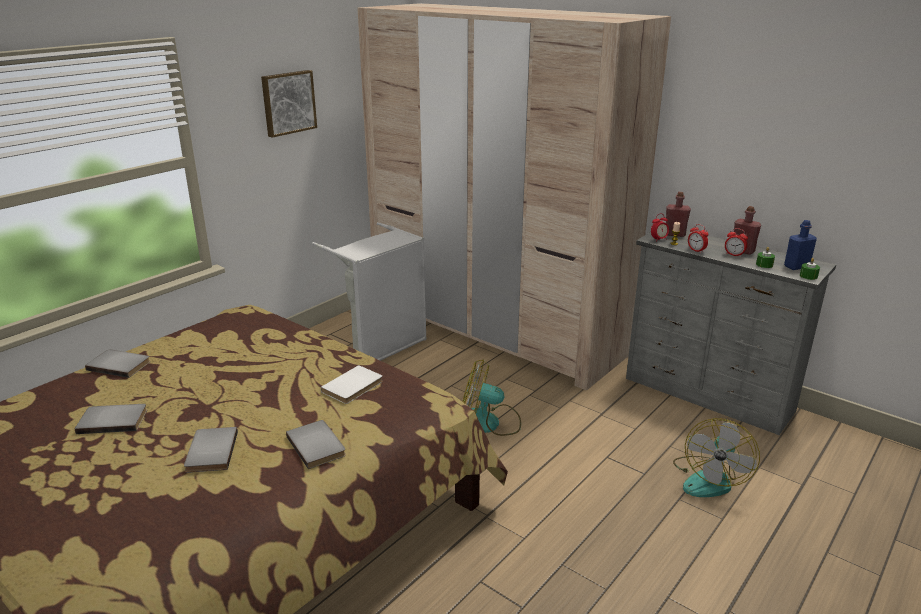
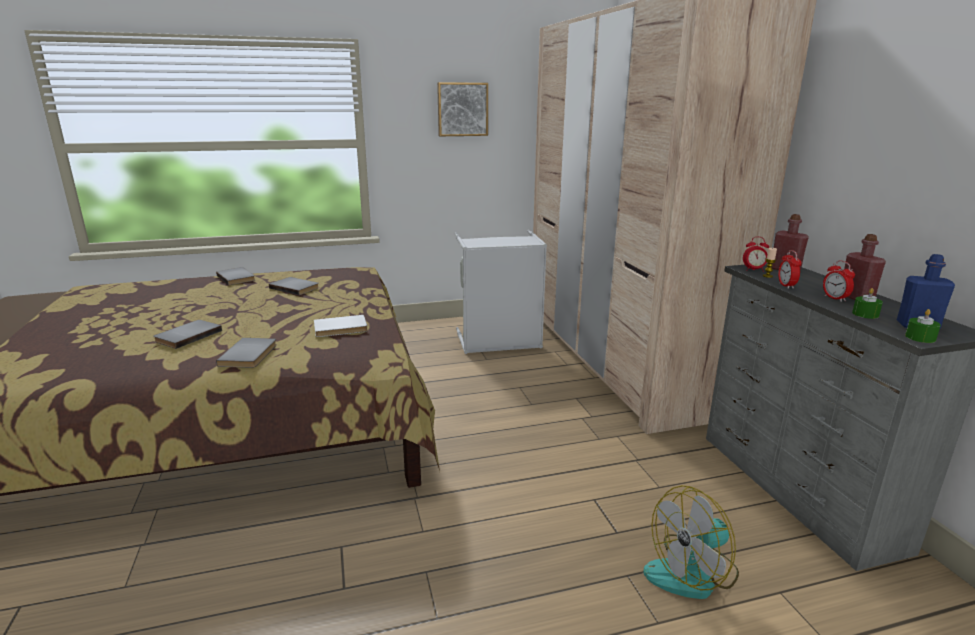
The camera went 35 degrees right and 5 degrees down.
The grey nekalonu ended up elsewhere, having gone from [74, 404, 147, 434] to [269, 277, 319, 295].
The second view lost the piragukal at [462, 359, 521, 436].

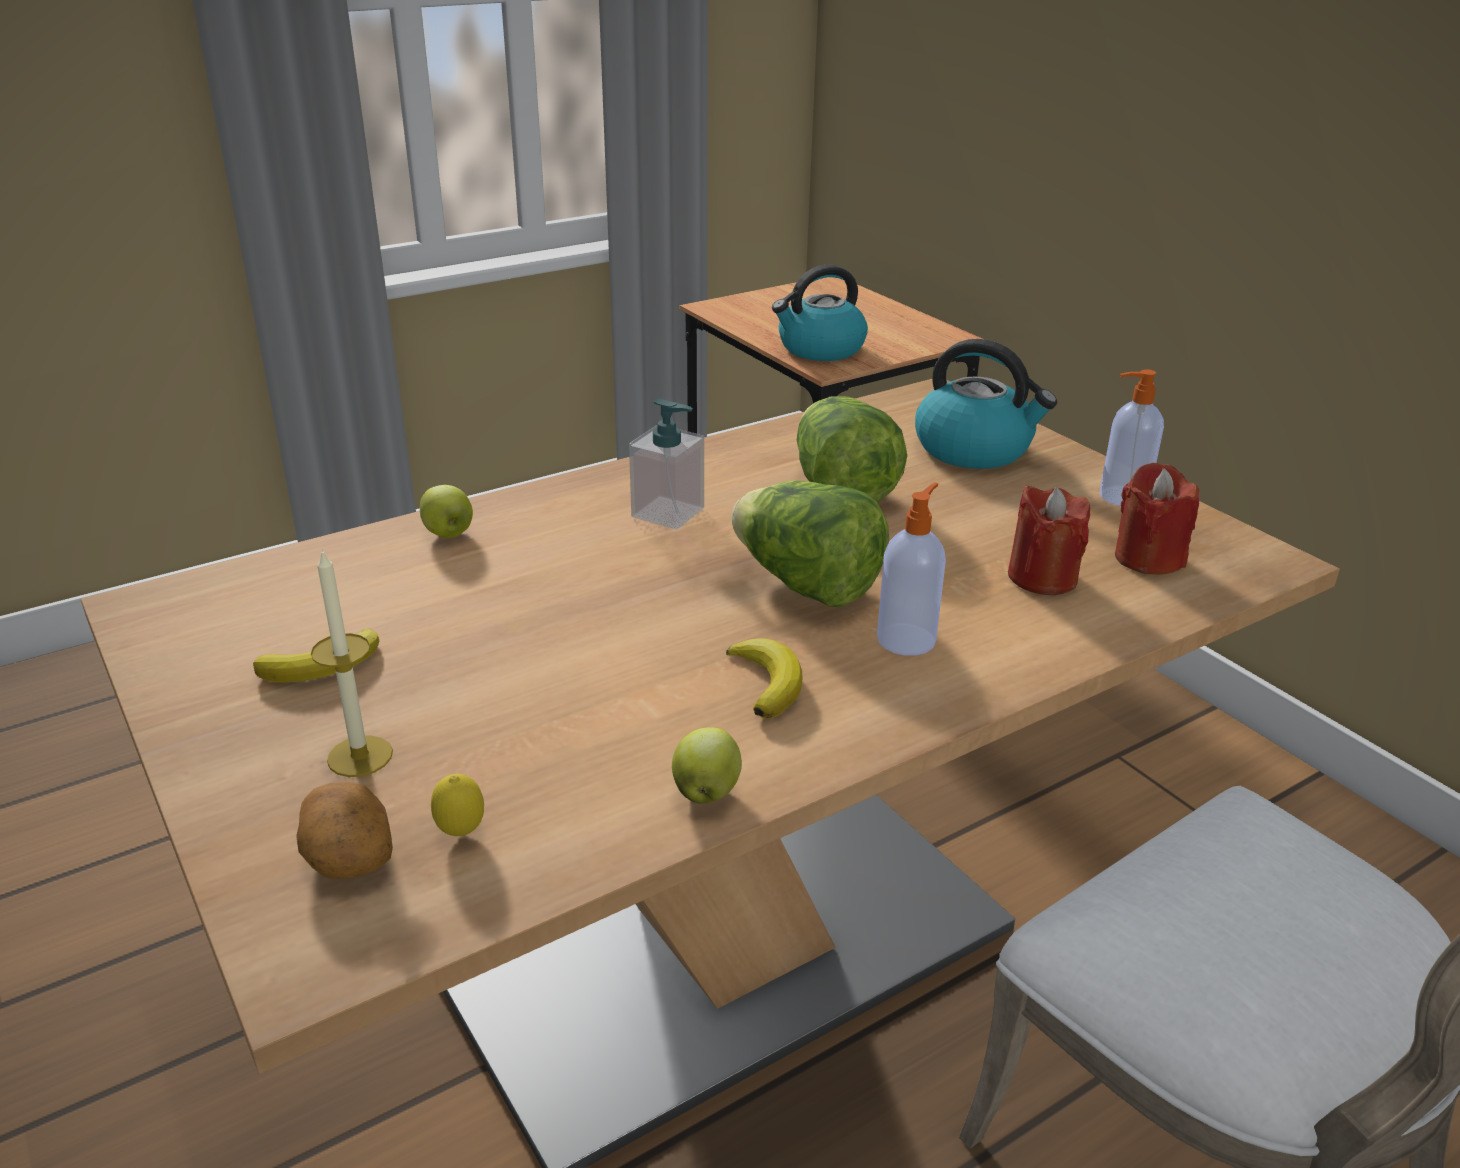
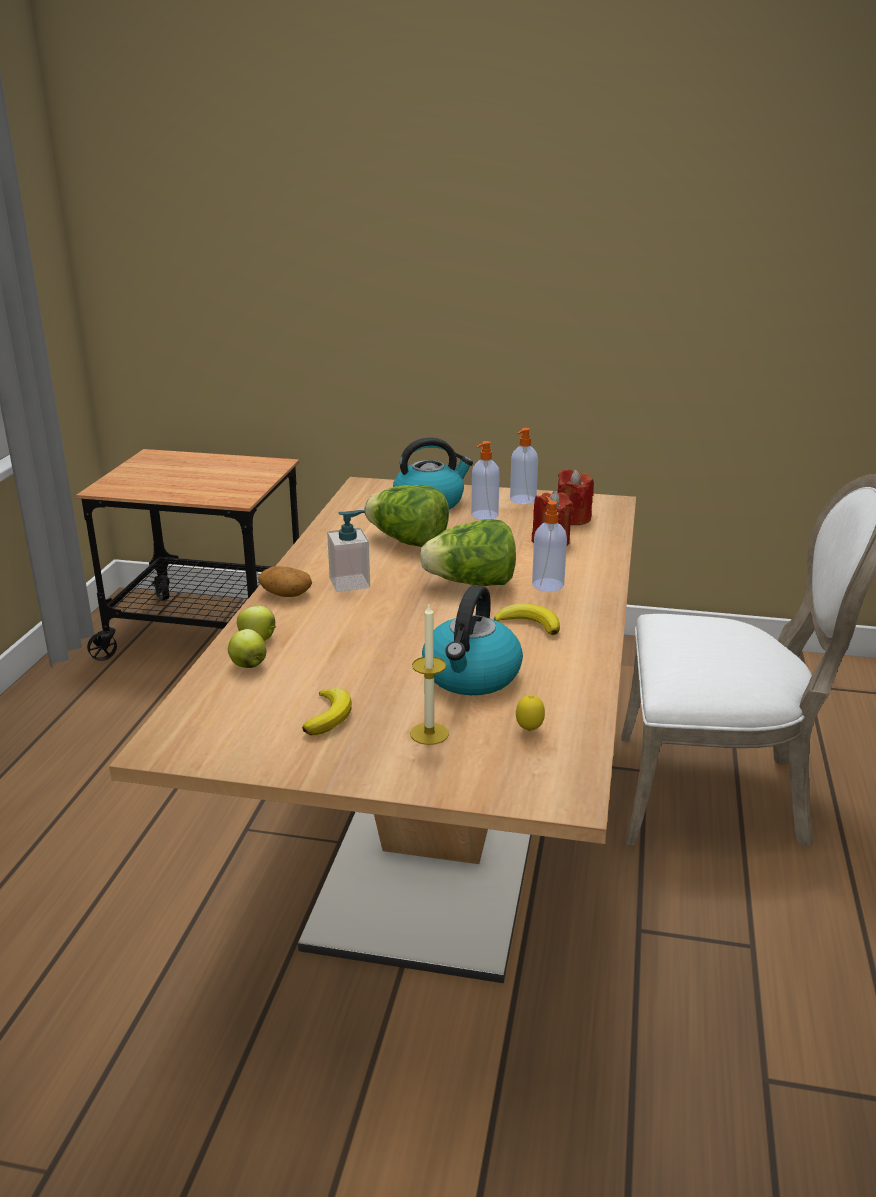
The camera went 45 degrees left and 5 degrees down.
The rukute ended up elsewhere, having gone from [672, 727, 742, 804] to [228, 629, 266, 668].
The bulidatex ended up elsewhere, having gone from [296, 782, 393, 879] to [258, 566, 312, 597].
The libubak ended up elsewhere, having gone from [772, 265, 868, 361] to [422, 585, 523, 695].
The second view gained the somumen at [471, 441, 500, 520].

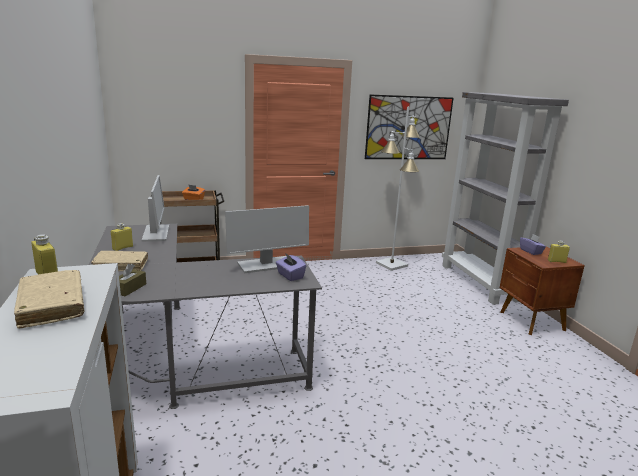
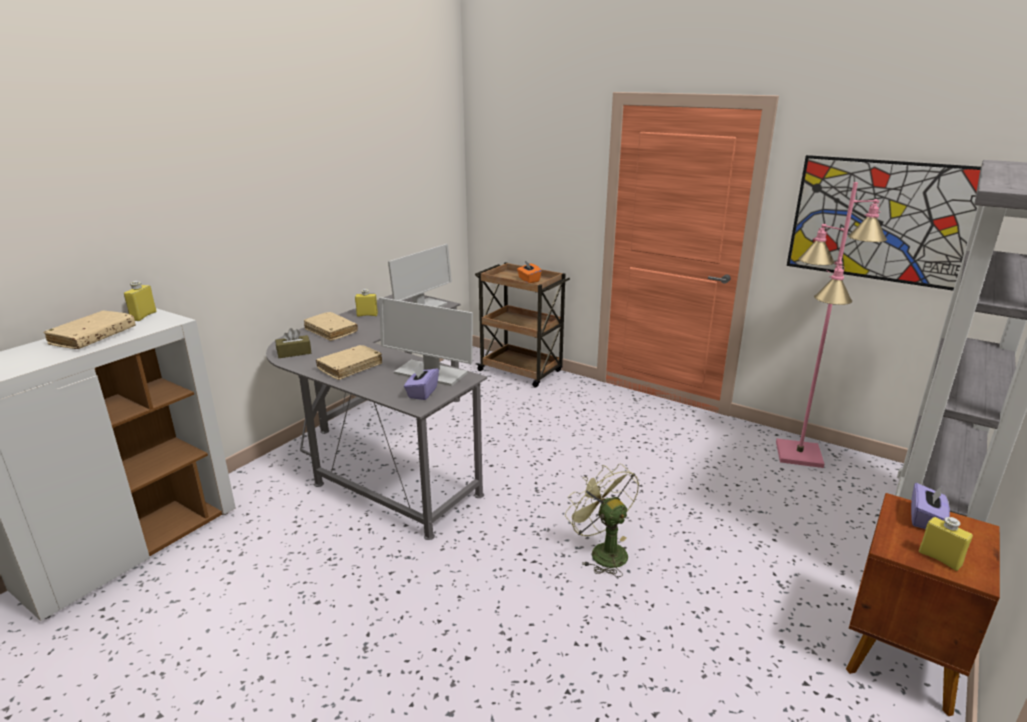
The camera went 50 degrees right and 5 degrees up.
The second view gained the beige nekalonu at [316, 345, 382, 380].
The second view gained the green piragukal at [565, 463, 639, 577].
What was the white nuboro at [376, 107, 420, 271] turned into the pink nuboro at [776, 182, 887, 468].

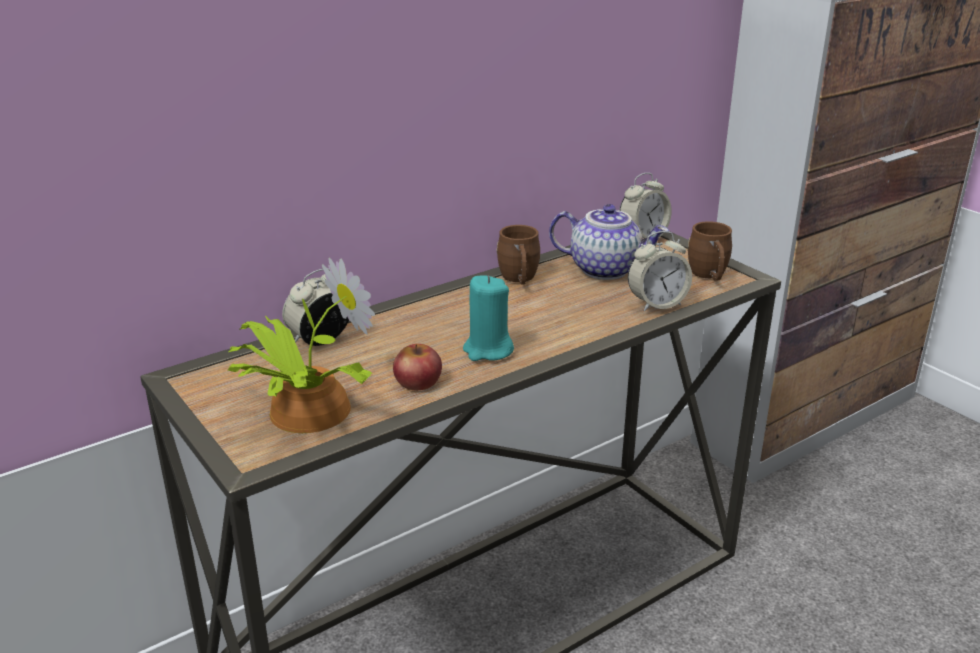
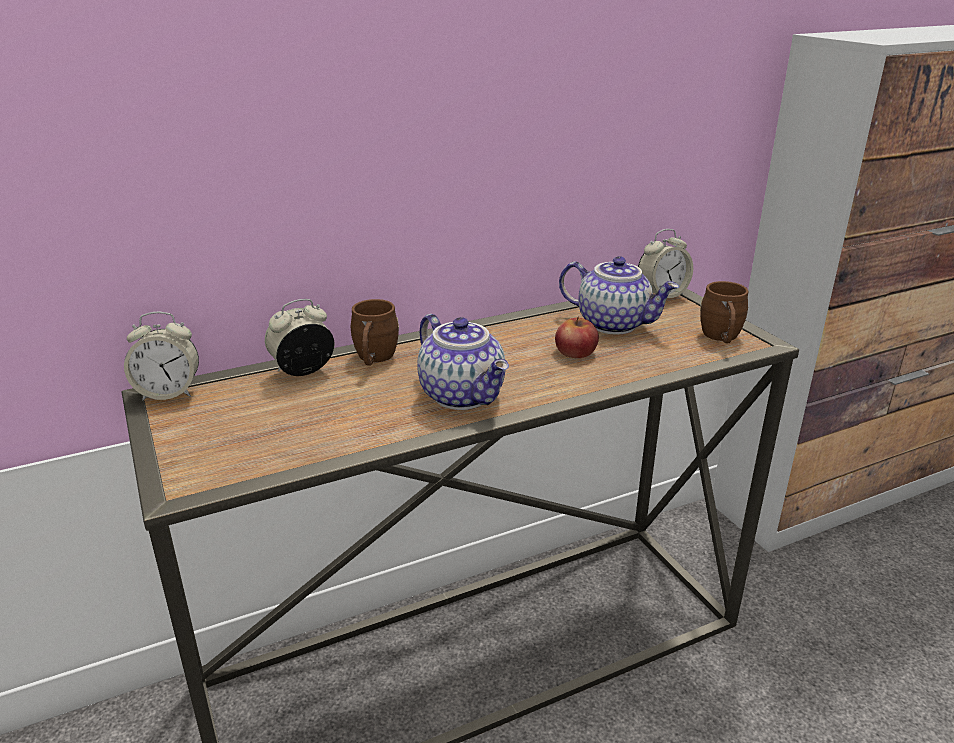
The camera went 10 degrees right and 0 degrees up.
The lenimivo ended up elsewhere, having gone from [628, 231, 692, 312] to [124, 312, 199, 401].
The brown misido ended up elsewhere, having gone from [497, 225, 540, 284] to [350, 299, 399, 366].
Where the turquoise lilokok stood at [463, 275, 514, 361], the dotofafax came to stand at [417, 314, 509, 410].
The rukute ended up elsewhere, having gone from [393, 344, 442, 390] to [555, 317, 599, 358].
The second view lost the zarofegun at [228, 258, 375, 433].

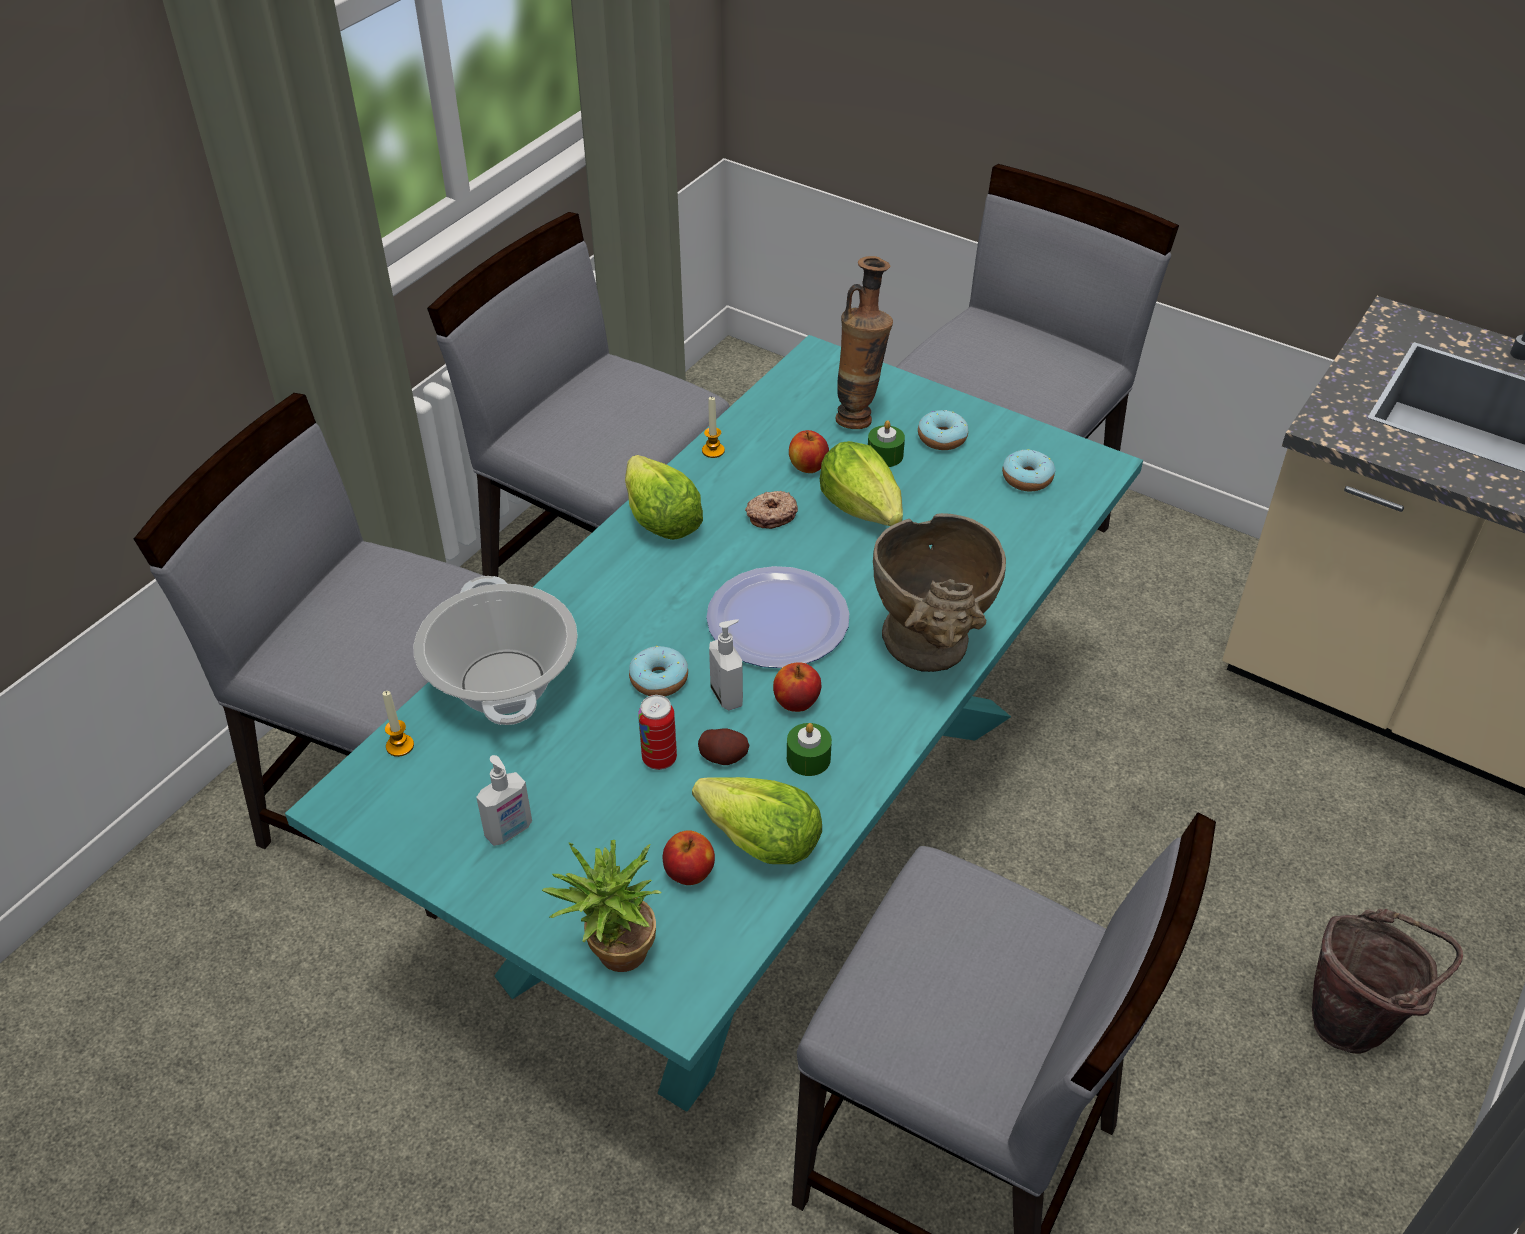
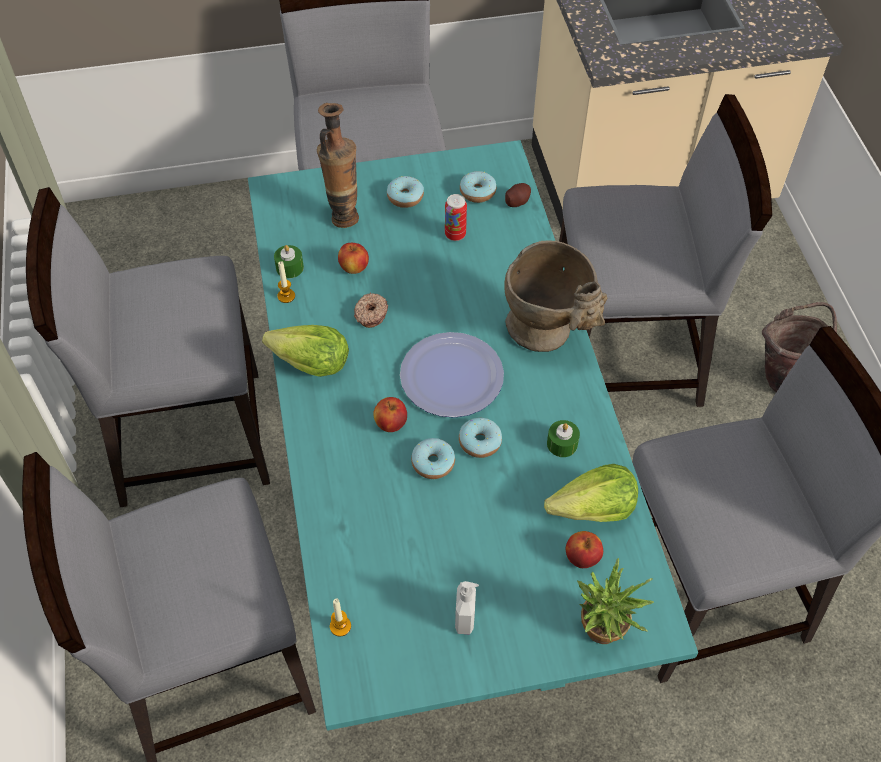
The camera went 45 degrees left and 10 degrees up.
The green lilokok ended up elsewhere, having gone from [868, 420, 905, 467] to [274, 245, 304, 278].
The rukute ended up elsewhere, having gone from [773, 662, 821, 712] to [373, 397, 407, 432].
The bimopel ended up elsewhere, having gone from [638, 695, 677, 770] to [445, 194, 467, 241].
Where the somumen stood at [709, 619, 743, 711], the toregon came to stand at [459, 418, 502, 458].
The bulidatex ended up elsewhere, having gone from [698, 728, 749, 765] to [505, 183, 531, 207].
The second view gained the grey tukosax at [559, 94, 772, 407].
The second view lost the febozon at [414, 576, 578, 725].
The second view lost the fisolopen at [820, 441, 903, 526].

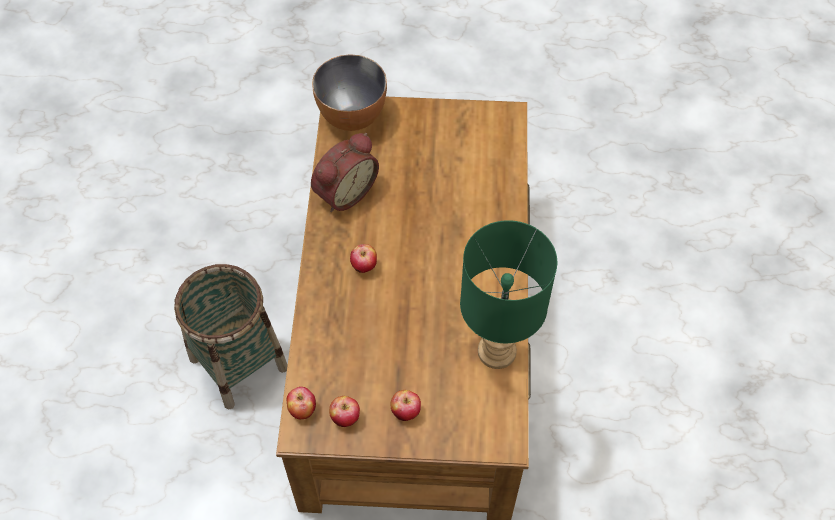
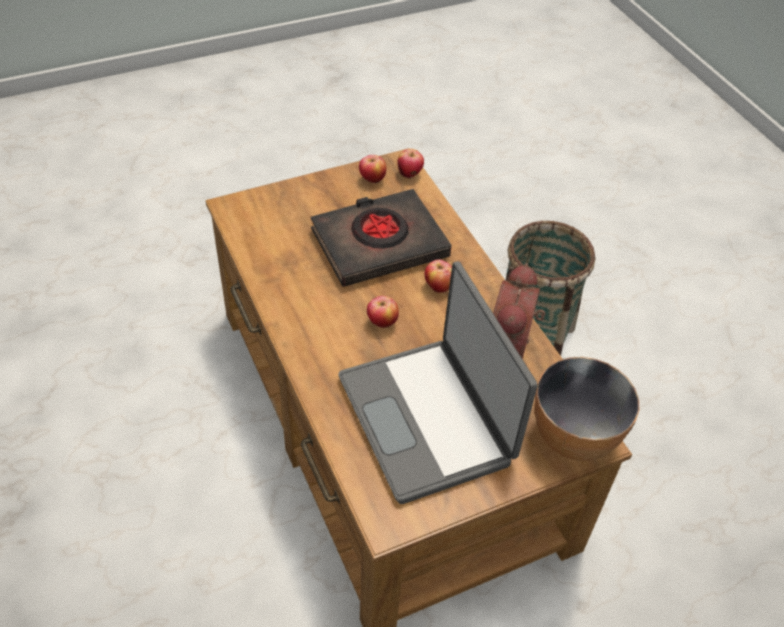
The camera went 150 degrees right and 10 degrees down.
The second view gained the black nekalonu at [311, 189, 452, 287].
The second view gained the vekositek at [339, 261, 538, 504].
The rukute ended up elsewhere, having gone from [391, 390, 421, 421] to [367, 296, 399, 328].
The second view lost the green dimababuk at [460, 220, 557, 369].

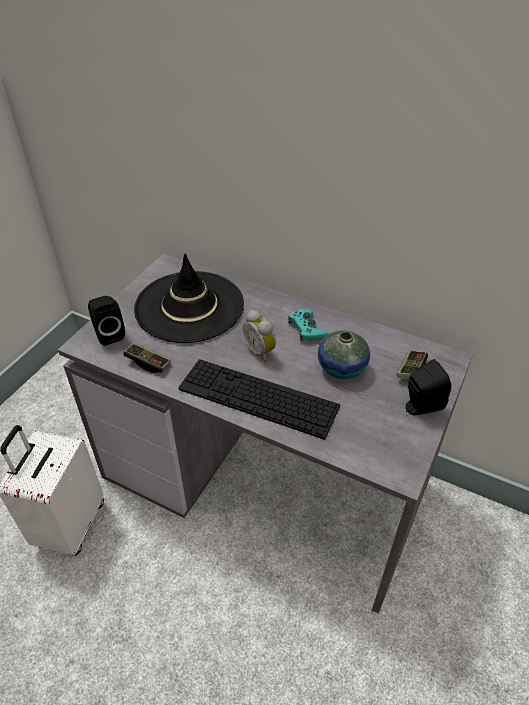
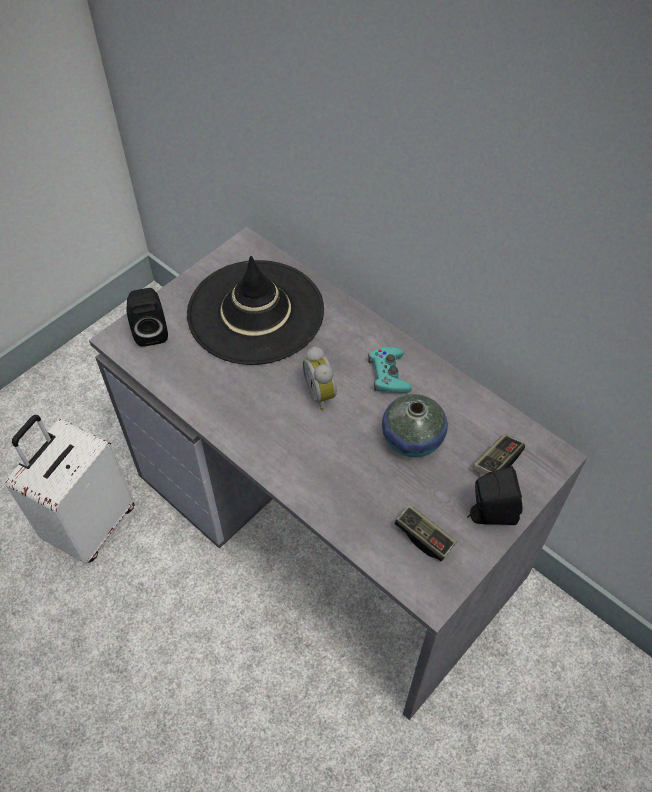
The camera went 15 degrees right and 10 degrees up.
The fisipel ended up elsewhere, having gone from [123, 343, 171, 373] to [394, 505, 456, 561].
The second view lost the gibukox at [178, 359, 340, 440].

